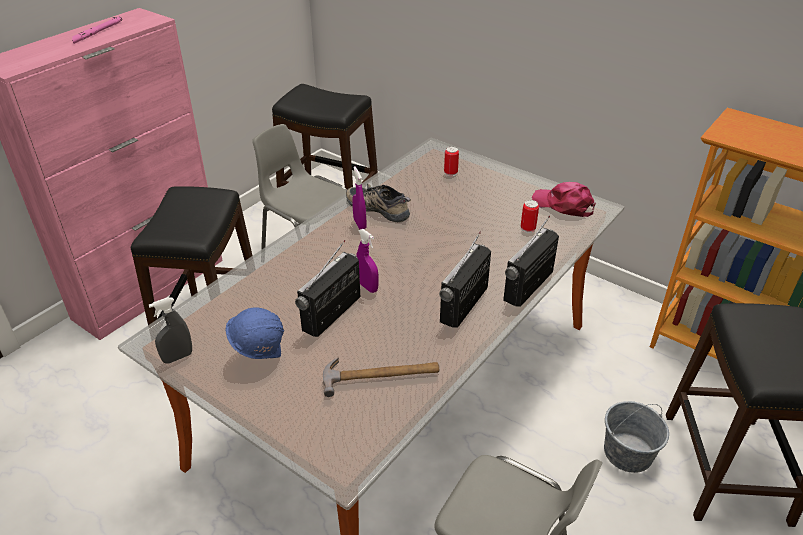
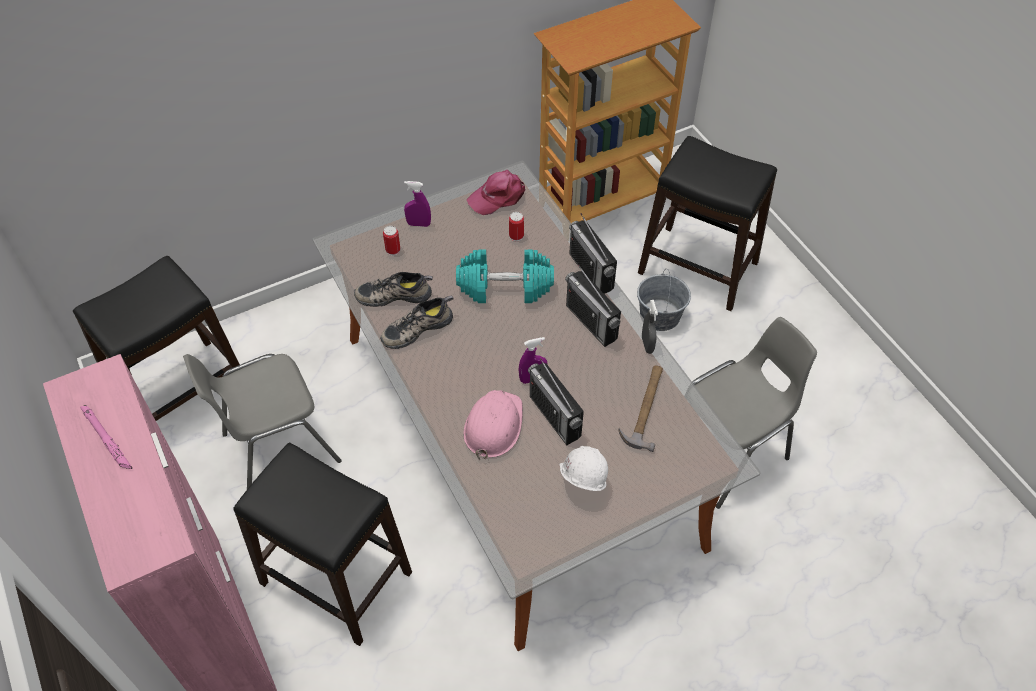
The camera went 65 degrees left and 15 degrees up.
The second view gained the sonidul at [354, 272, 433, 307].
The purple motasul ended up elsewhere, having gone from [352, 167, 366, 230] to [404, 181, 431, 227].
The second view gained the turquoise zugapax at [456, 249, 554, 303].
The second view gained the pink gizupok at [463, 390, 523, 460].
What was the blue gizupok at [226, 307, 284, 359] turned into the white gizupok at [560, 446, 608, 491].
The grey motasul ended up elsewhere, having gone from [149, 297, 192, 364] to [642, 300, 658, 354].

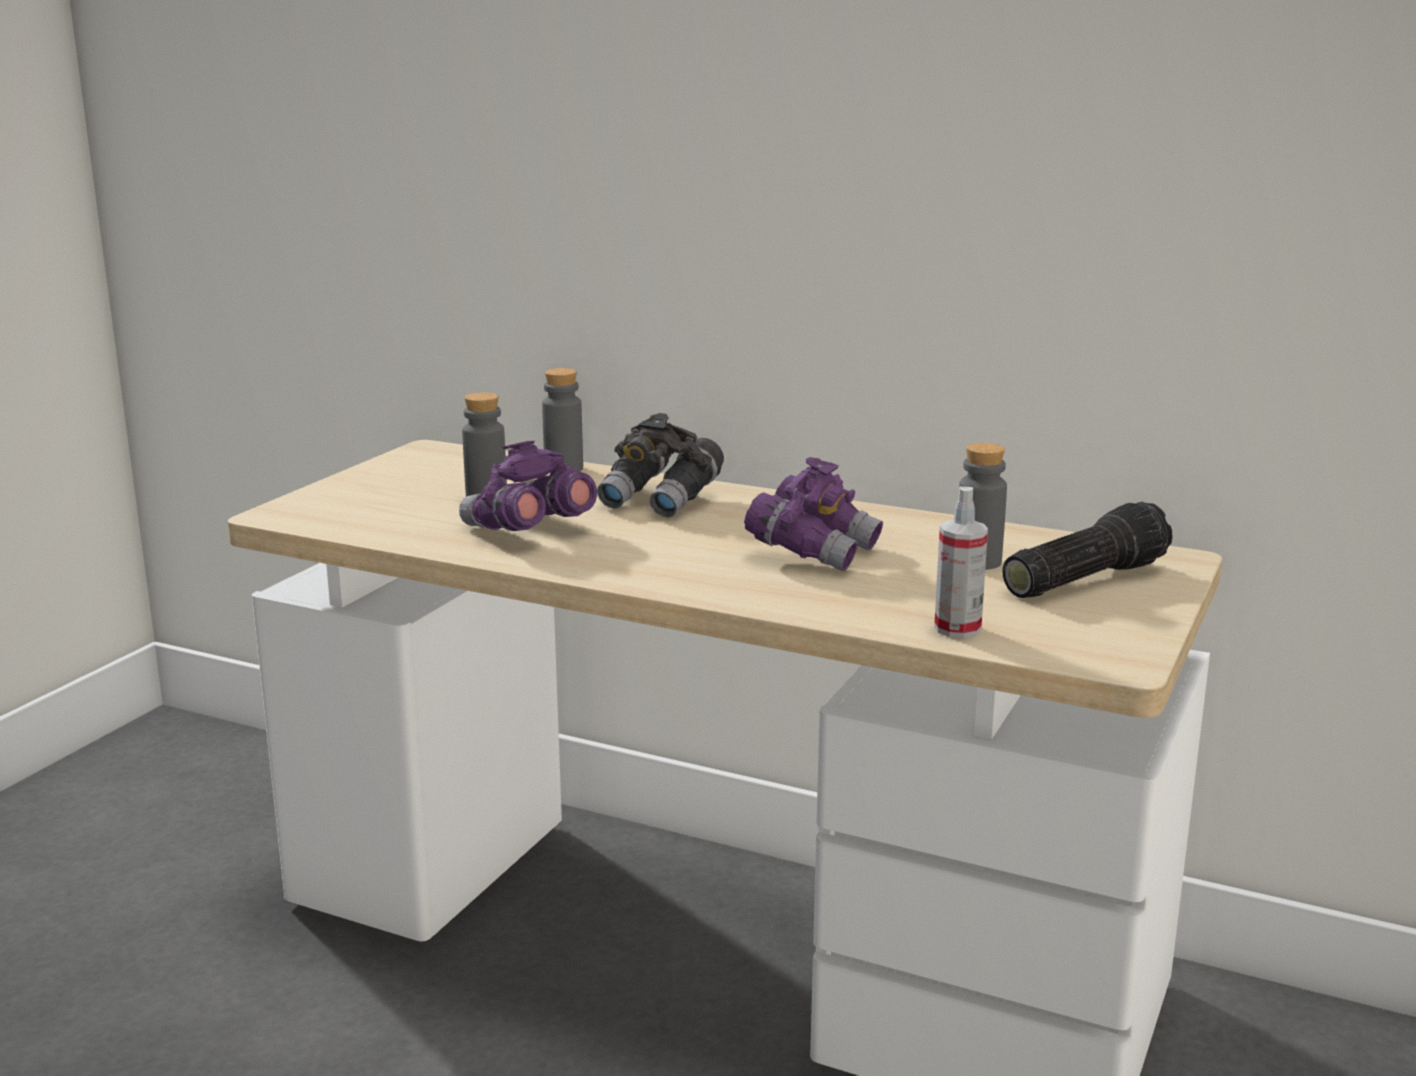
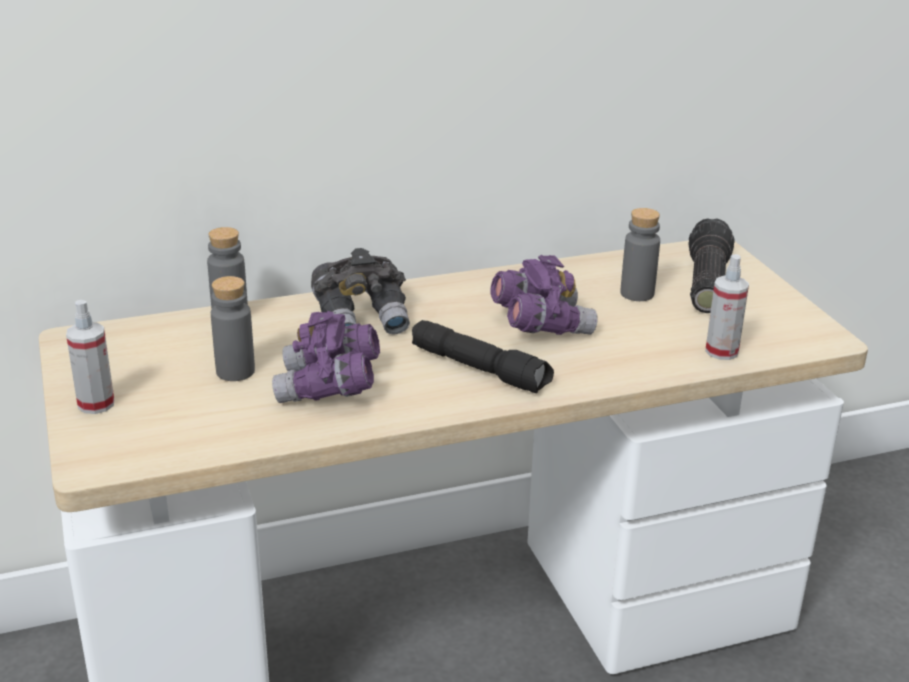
The camera went 45 degrees left and 10 degrees up.
The second view gained the motasul at [66, 300, 114, 414].
The second view gained the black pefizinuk at [412, 320, 554, 393].

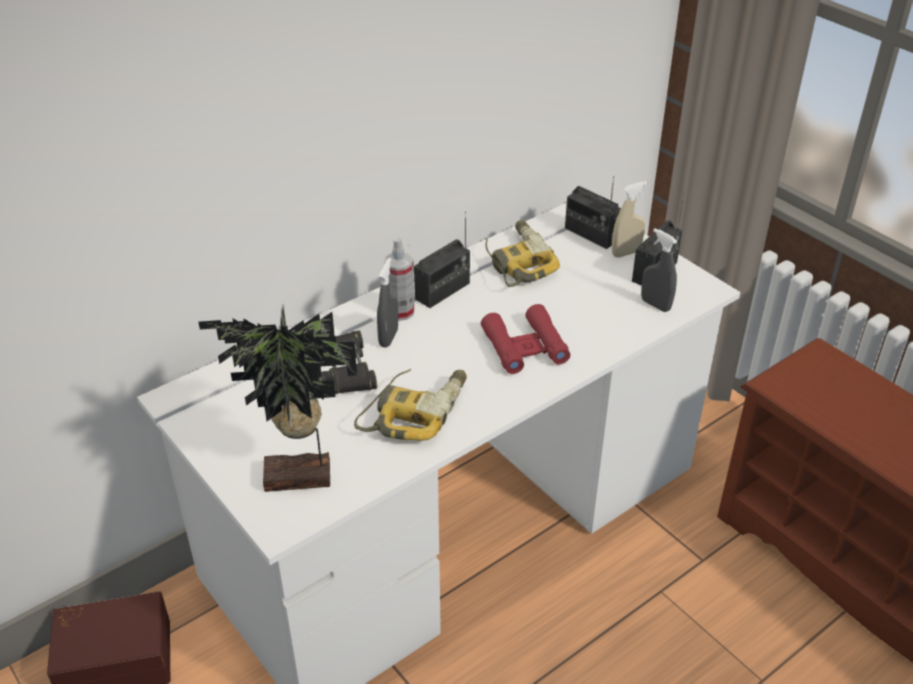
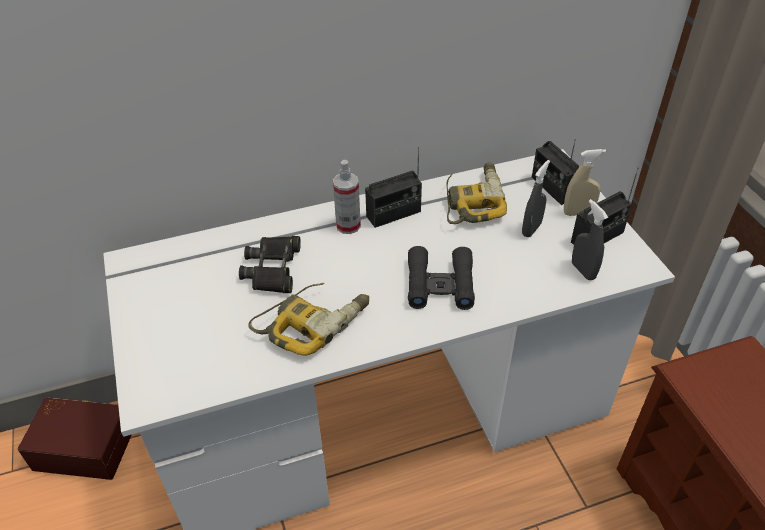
The camera went 20 degrees right and 5 degrees up.
What was the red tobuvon at [481, 304, 570, 374] turned into the black tobuvon at [408, 246, 475, 310].
The grey motasul ended up elsewhere, having gone from [377, 258, 398, 347] to [522, 160, 550, 237].
The second view lost the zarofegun at [198, 307, 357, 492].

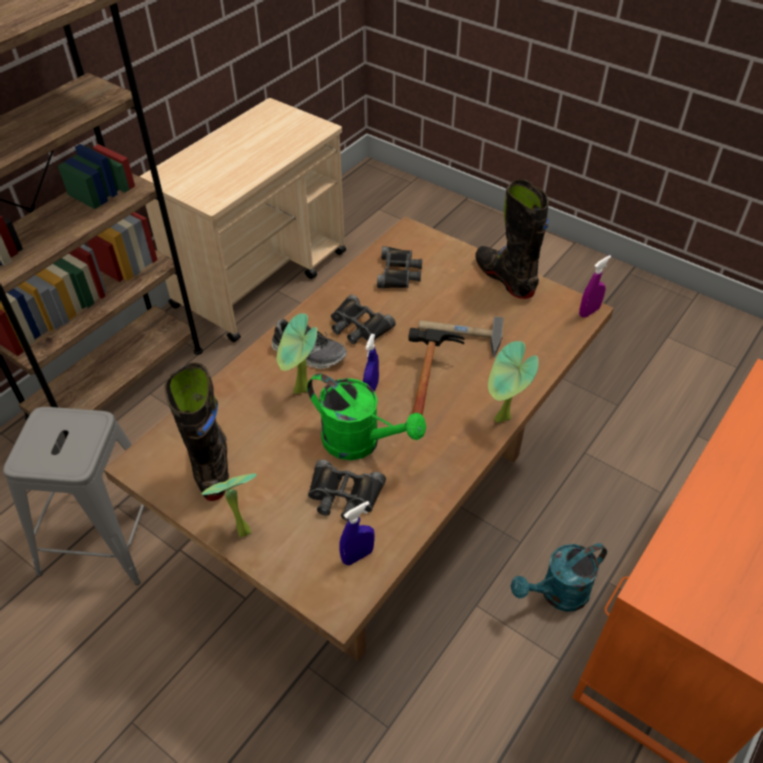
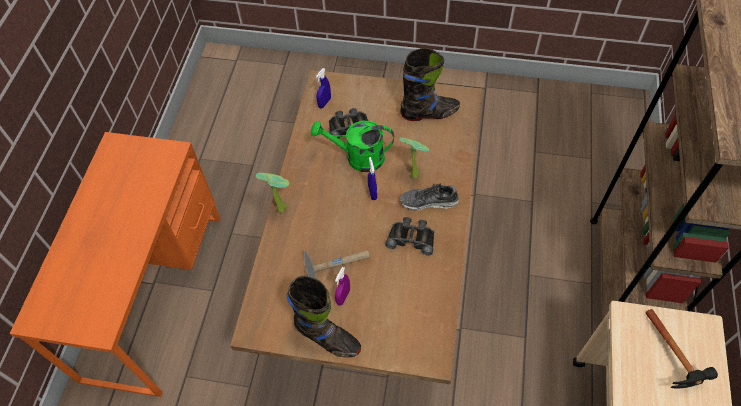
The camera went 155 degrees right and 10 degrees up.
The purple motasul ended up elsewhere, having gone from [579, 255, 611, 318] to [335, 267, 350, 306].
The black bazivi at [164, 363, 229, 501] ended up facing another way, 60 degrees counterclockwise from before.
The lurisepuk ended up elsewhere, having gone from [408, 328, 465, 416] to [645, 309, 718, 389].
The second view lost the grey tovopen at [3, 407, 144, 585].
The second view lost the zarofegun at [201, 474, 257, 538].
The second view lost the black tobuvon at [377, 246, 422, 288].
The second view lost the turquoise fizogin at [511, 543, 607, 612].

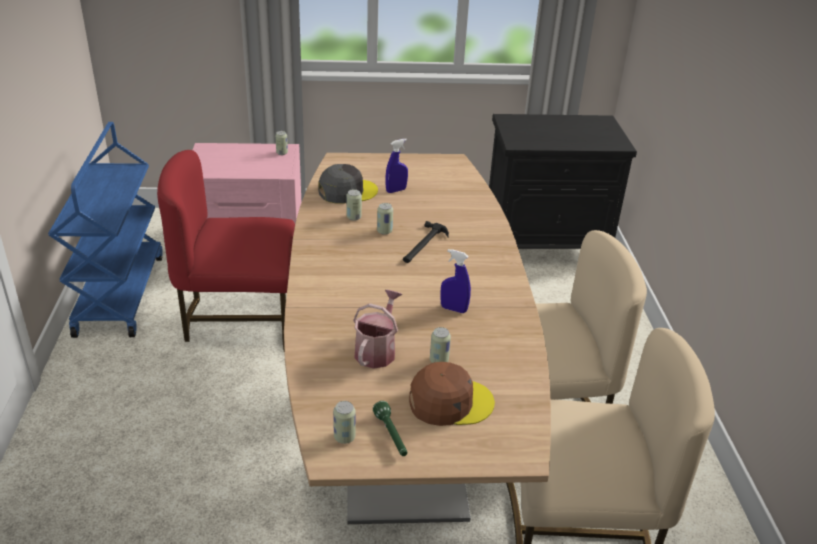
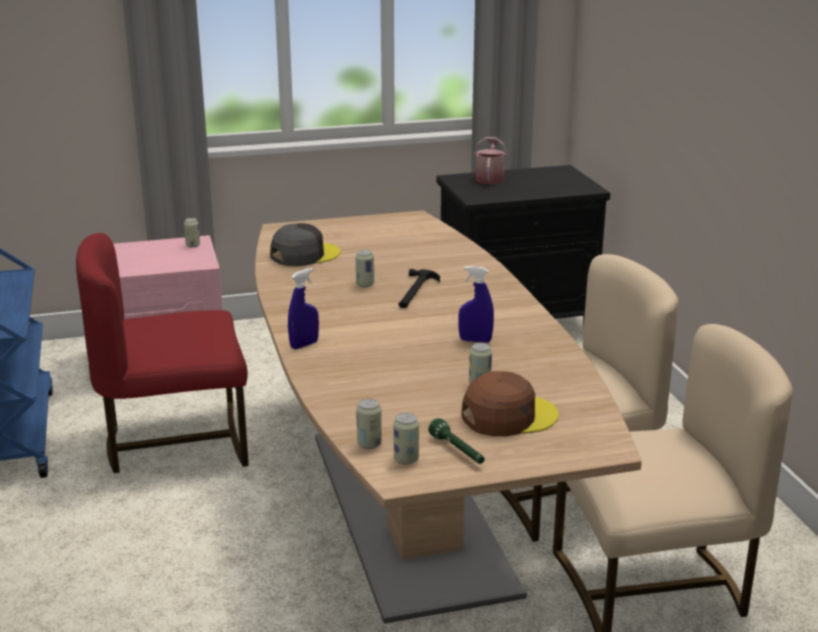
The camera went 10 degrees left and 10 degrees down.
The blue motasul ended up elsewhere, having gone from [386, 139, 408, 193] to [288, 268, 319, 349].
The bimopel ended up elsewhere, having gone from [346, 189, 362, 221] to [356, 399, 382, 449].
The fizogin ended up elsewhere, having gone from [353, 290, 402, 369] to [474, 137, 507, 184].

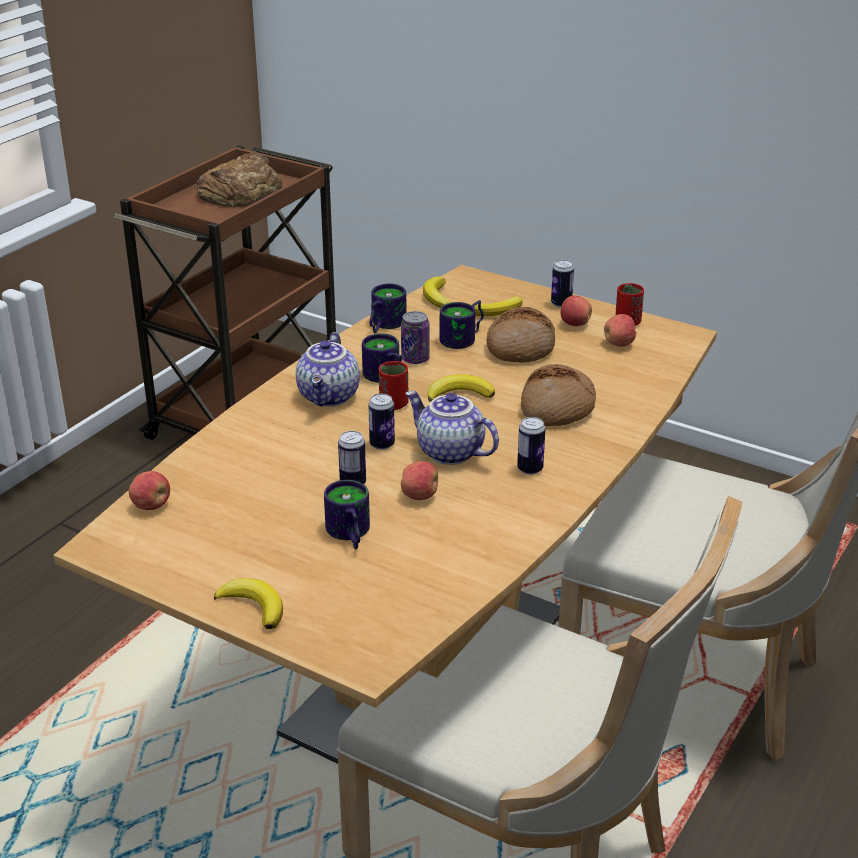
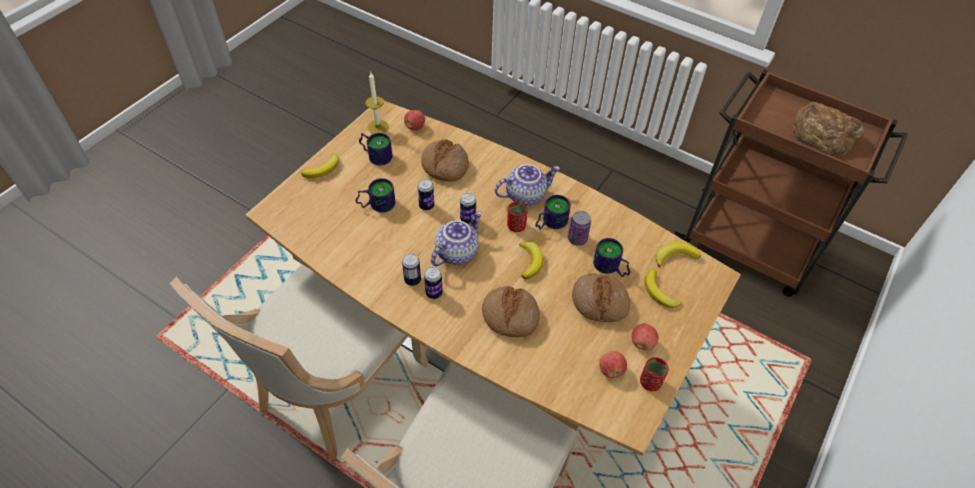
The camera went 90 degrees right and 20 degrees up.
The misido ended up elsewhere, having gone from [370, 283, 407, 333] to [359, 133, 392, 165].
The second view gained the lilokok at [365, 72, 389, 134].
The bimopel ended up elsewhere, having gone from [551, 260, 574, 308] to [402, 253, 421, 286].
The second view gained the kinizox at [421, 140, 469, 182].
The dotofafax at [296, 332, 360, 407] ended up facing another way, 150 degrees clockwise from before.
The second view lost the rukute at [401, 461, 438, 500].

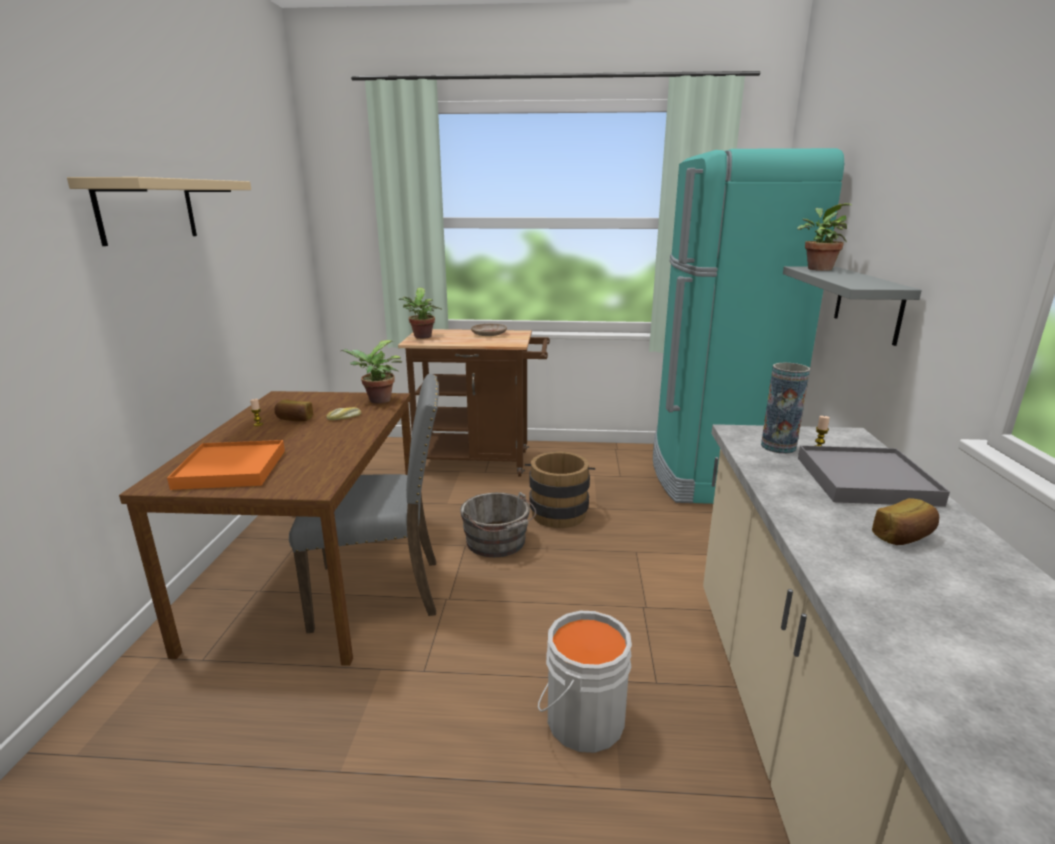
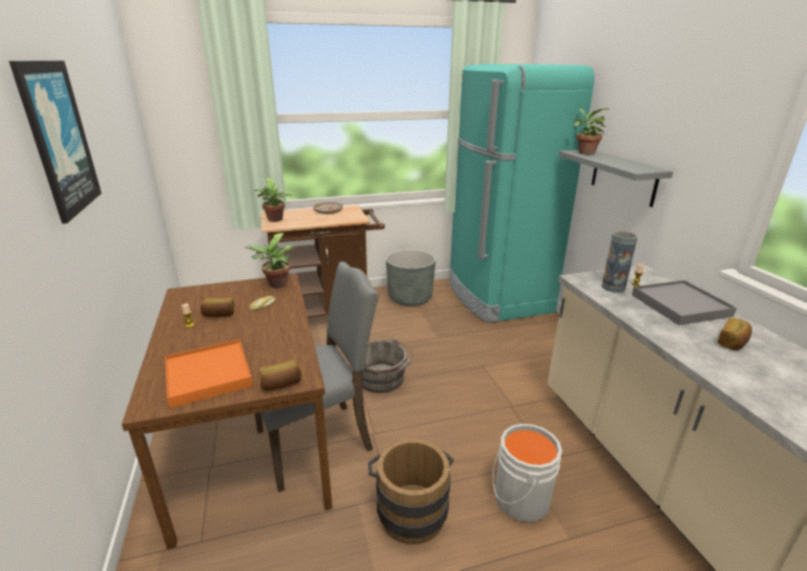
The camera went 20 degrees left and 5 degrees up.
Where the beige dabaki hung at [67, 177, 251, 246], the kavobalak came to hang at [9, 61, 101, 224].
The second view gained the kinizox at [260, 360, 302, 391].
The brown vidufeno ended up elsewhere, having gone from [525, 452, 595, 528] to [368, 439, 454, 545].
The second view gained the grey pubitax at [386, 249, 436, 306].

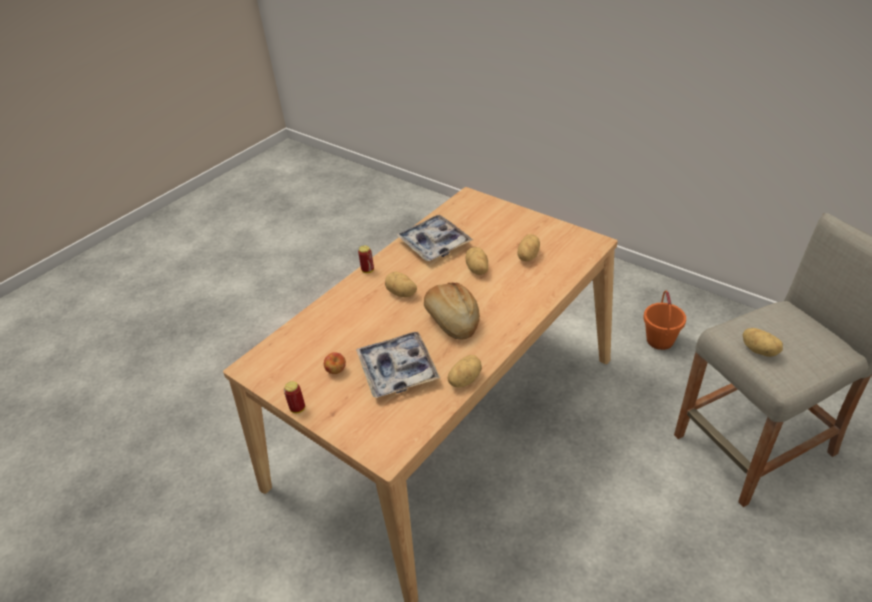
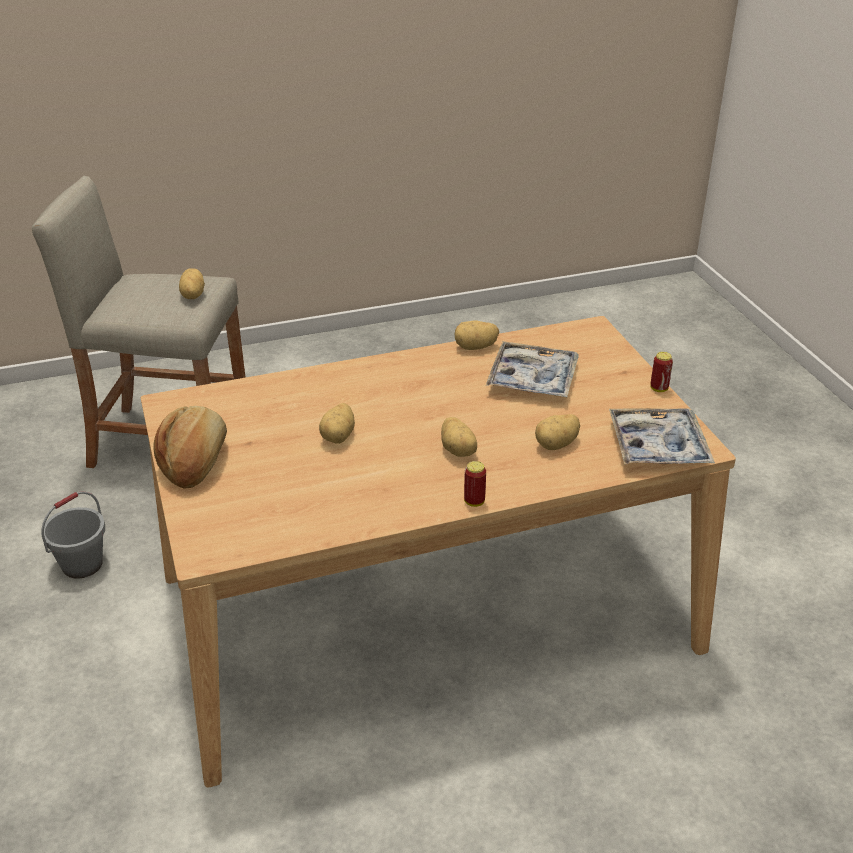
The camera went 150 degrees left and 5 degrees down.
What was the orange vidufeno at [644, 291, 686, 350] turned into the grey vidufeno at [41, 492, 105, 579].
The kinizox ended up elsewhere, having gone from [424, 283, 480, 340] to [153, 406, 227, 489].
The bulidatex ended up elsewhere, having gone from [517, 234, 540, 262] to [535, 414, 580, 450].
The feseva ended up elsewhere, having gone from [396, 215, 473, 261] to [609, 408, 715, 464].
The second view lost the rukute at [324, 352, 346, 374].

